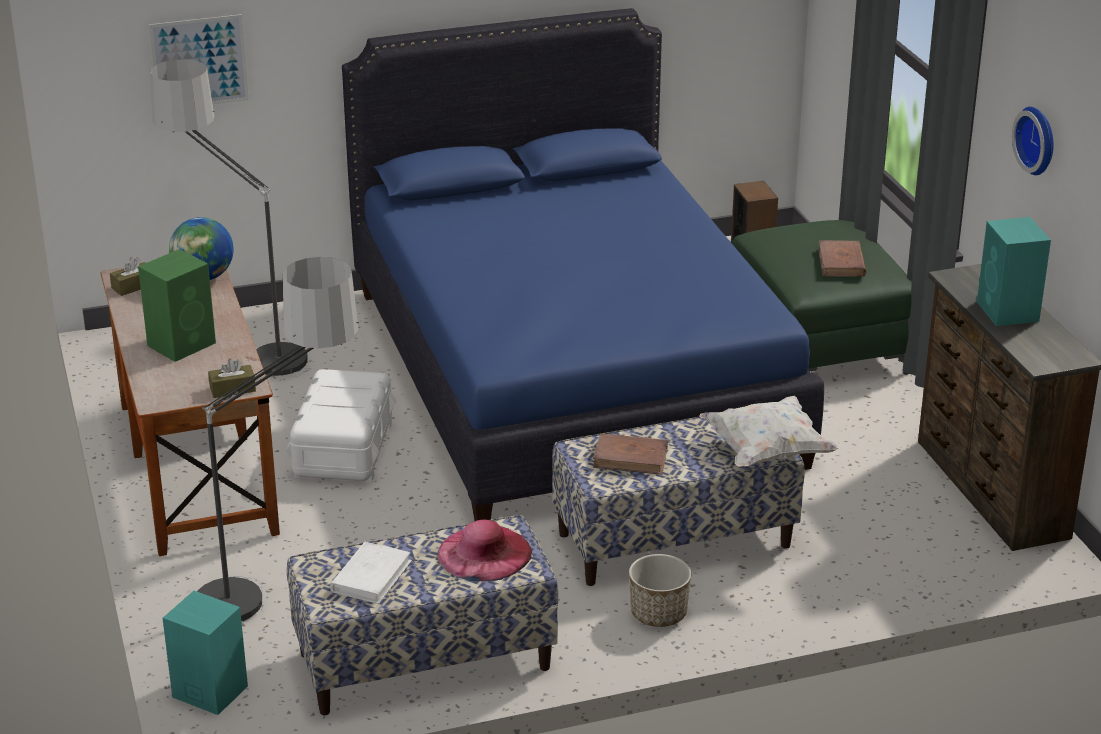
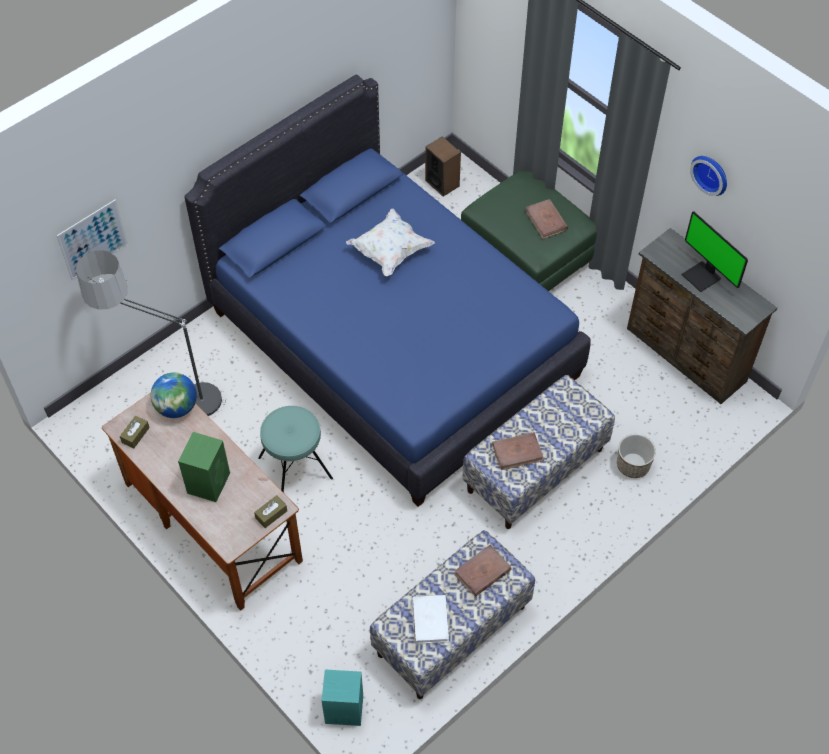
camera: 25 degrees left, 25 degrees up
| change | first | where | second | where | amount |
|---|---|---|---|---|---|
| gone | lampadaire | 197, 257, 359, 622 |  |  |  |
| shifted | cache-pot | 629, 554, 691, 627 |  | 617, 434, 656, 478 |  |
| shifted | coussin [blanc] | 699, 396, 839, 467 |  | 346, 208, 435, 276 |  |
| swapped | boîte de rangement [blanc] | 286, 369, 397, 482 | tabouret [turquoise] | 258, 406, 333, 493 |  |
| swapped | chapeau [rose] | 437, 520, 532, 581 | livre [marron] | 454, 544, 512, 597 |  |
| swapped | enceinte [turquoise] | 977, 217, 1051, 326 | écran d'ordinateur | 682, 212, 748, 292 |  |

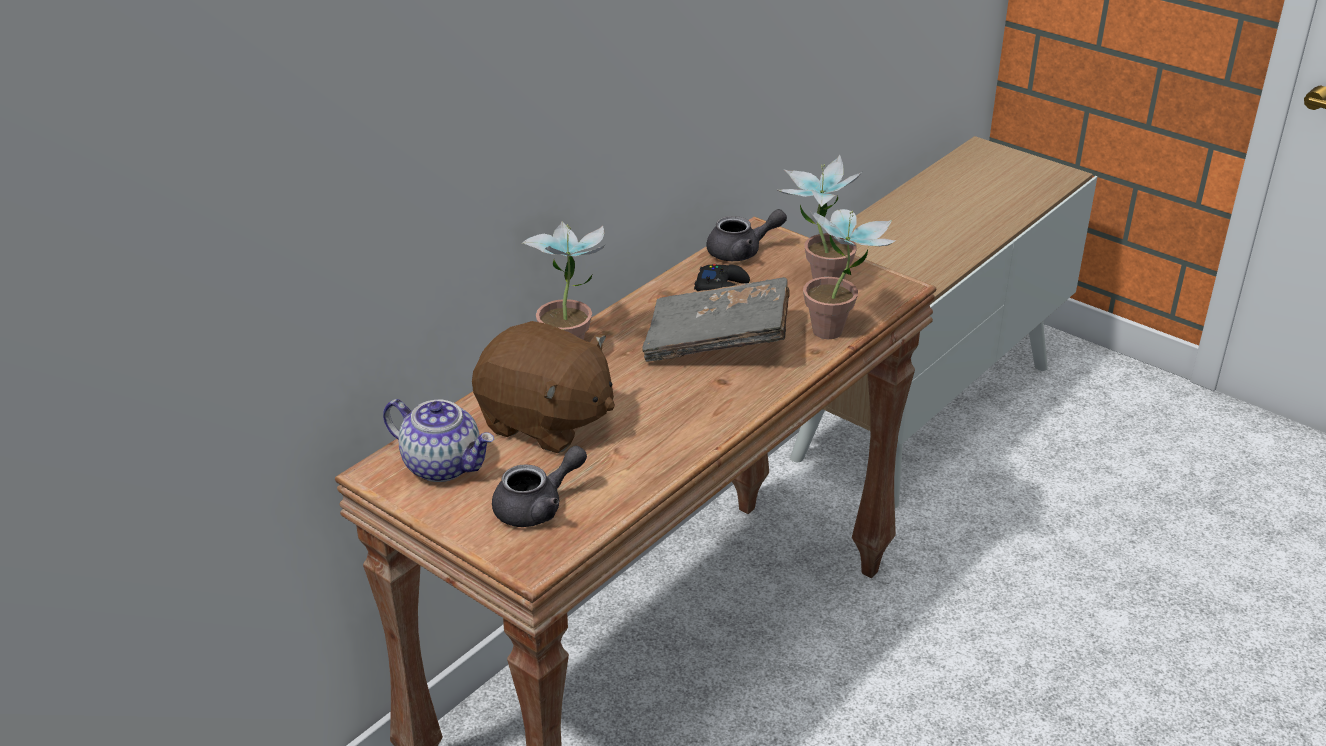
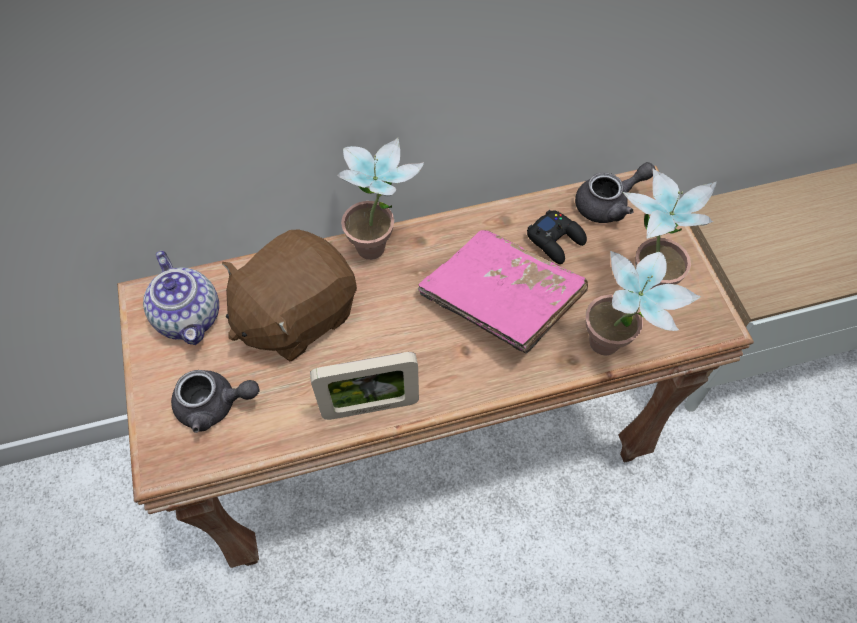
camera: 35 degrees right, 25 degrees up
| change | first | where | second | where | amount |
|---|---|---|---|---|---|
| new |  |  | cadre photo | 310, 352, 419, 420 |  |
| repainted | livre [gris] | 642, 277, 790, 362 | livre [rose] | 418, 230, 588, 354 |  |
| rotated | peluche [marron] | 472, 321, 615, 453 |  | 222, 229, 357, 361 | 75 degrees clockwise |
| rotated | théière [gris] | 706, 209, 787, 261 |  | 575, 162, 656, 223 | 45 degrees counterclockwise |

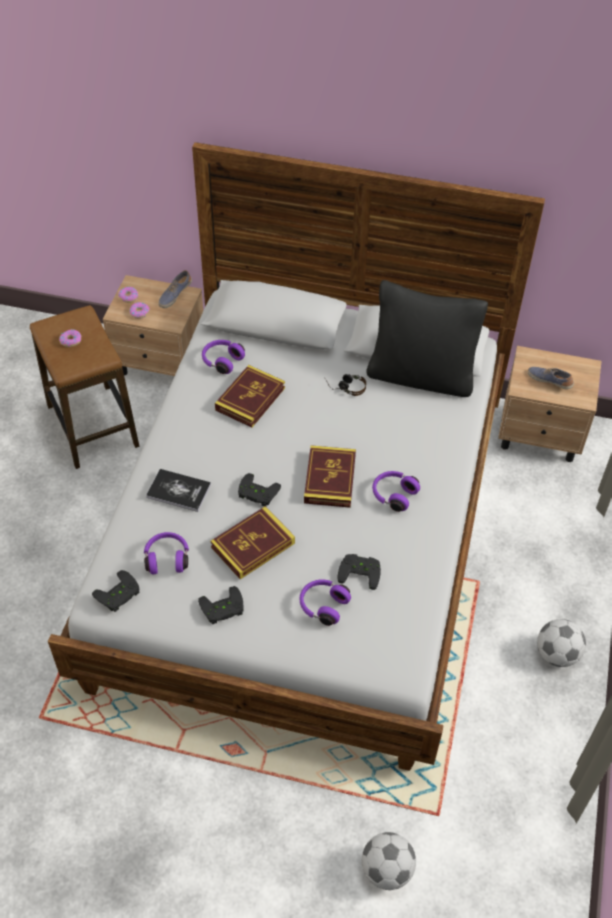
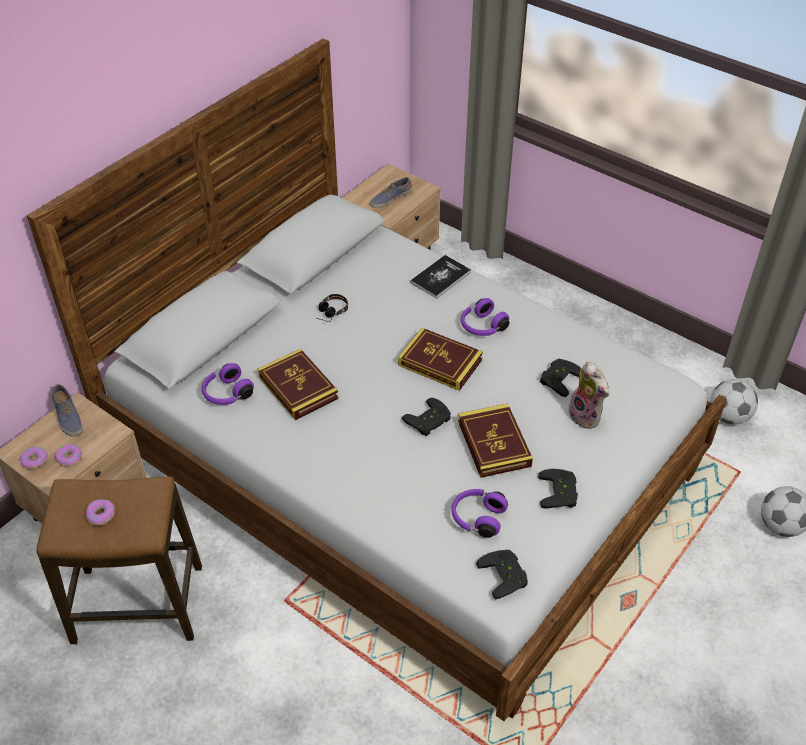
camera: 65 degrees left, 5 degrees down
| change | first | where | second | where | amount |
|---|---|---|---|---|---|
| gone | coussin [noir] | 366, 280, 488, 397 |  |  |  |
| shifted | livre | 146, 469, 211, 512 |  | 410, 255, 471, 299 |  |
| shifted | ballon de foot | 537, 619, 586, 667 |  | 710, 379, 758, 425 |  |
| swapped | casque audio [violet] | 299, 579, 351, 626 | peluche | 569, 362, 610, 429 |  |

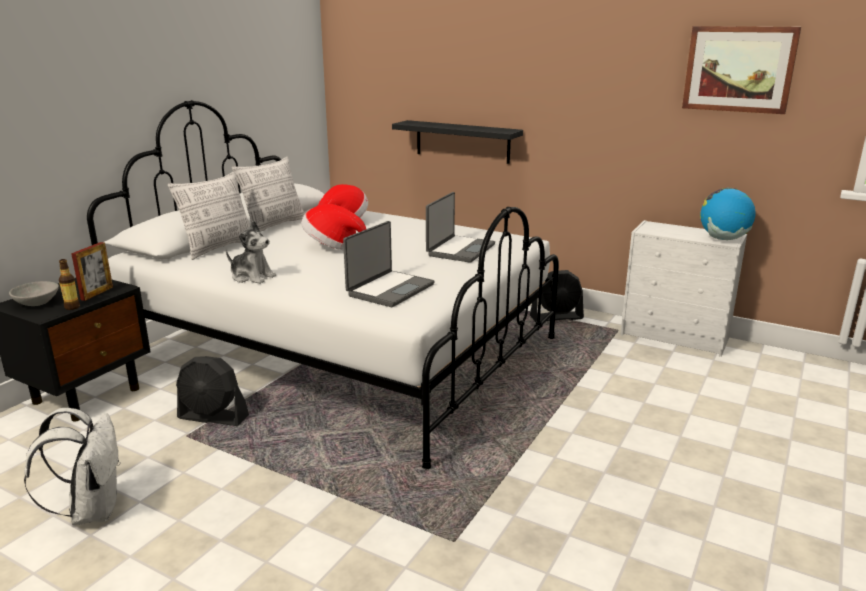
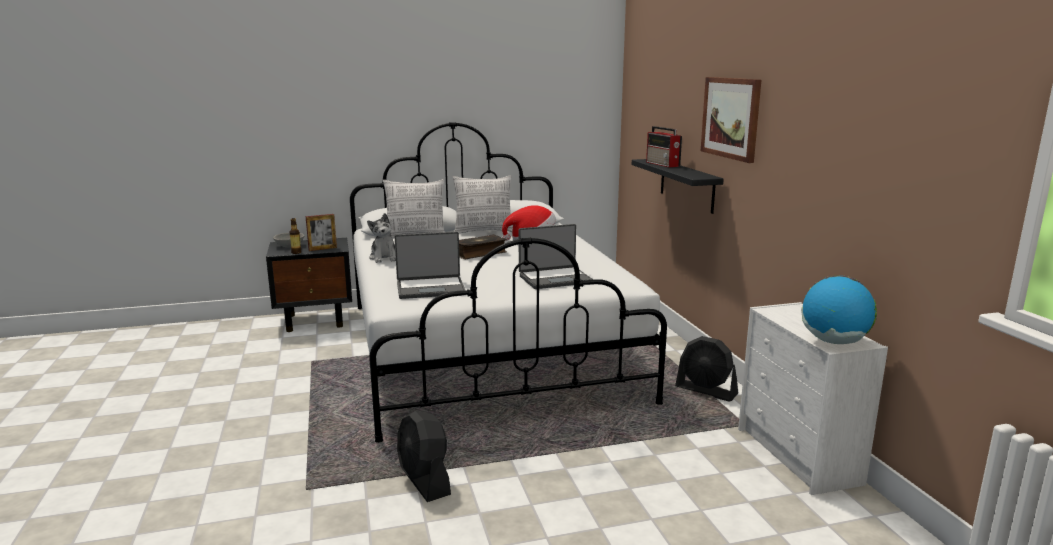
camera: 45 degrees right, 5 degrees down
| change | first | where | second | where | amount |
|---|---|---|---|---|---|
| gone | sac à dos [blanc] | 24, 408, 121, 525 |  |  |  |
| new |  |  | radio | 646, 126, 682, 167 |  |
| shifted | ventilateur [noir] | 176, 356, 249, 426 |  | 397, 411, 451, 502 |  |
| shifted | tableau | 682, 26, 801, 114 |  | 701, 77, 761, 163 |  |
| swapped | chapeau | 301, 204, 366, 250 | livre | 459, 234, 506, 259 |  |

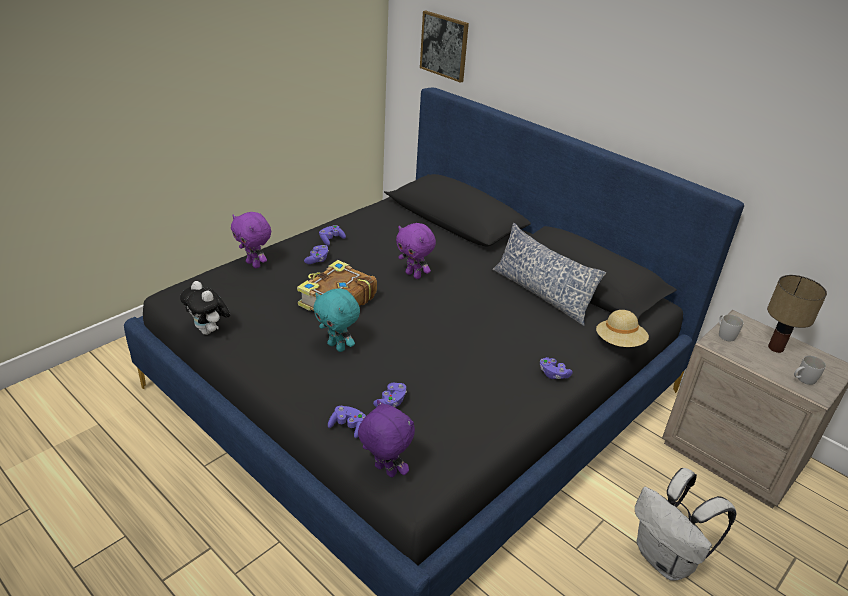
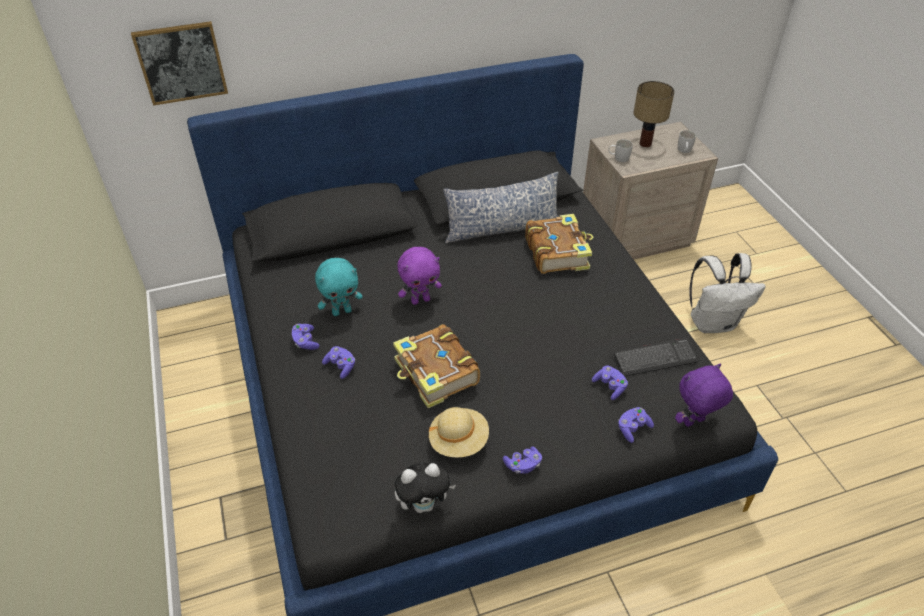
camera: 60 degrees left, 10 degrees up
| change | first | where | second | where | amount |
|---|---|---|---|---|---|
| gone | peluche [violet] | 231, 212, 271, 268 |  |  |  |
| new |  |  | livre | 525, 214, 593, 274 |  |
| new |  |  | clavier | 614, 338, 698, 377 |  |
| shifted | peluche [turquoise] | 313, 288, 360, 352 |  | 315, 258, 363, 316 |  |
| shifted | manette [violet] | 540, 357, 573, 379 |  | 503, 446, 542, 474 |  |
| shifted | chapeau [beige] | 596, 310, 649, 347 |  | 429, 407, 489, 457 |  |

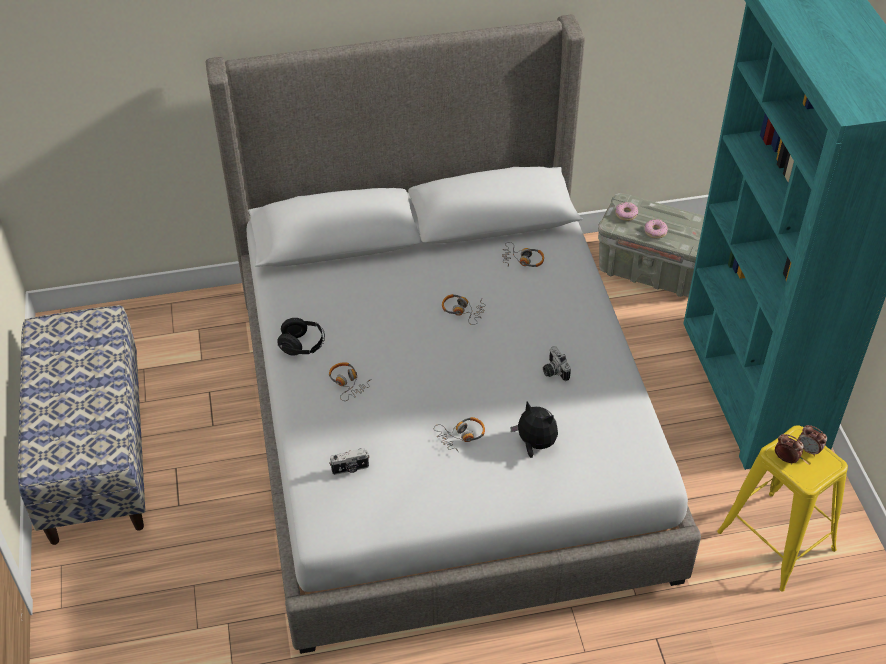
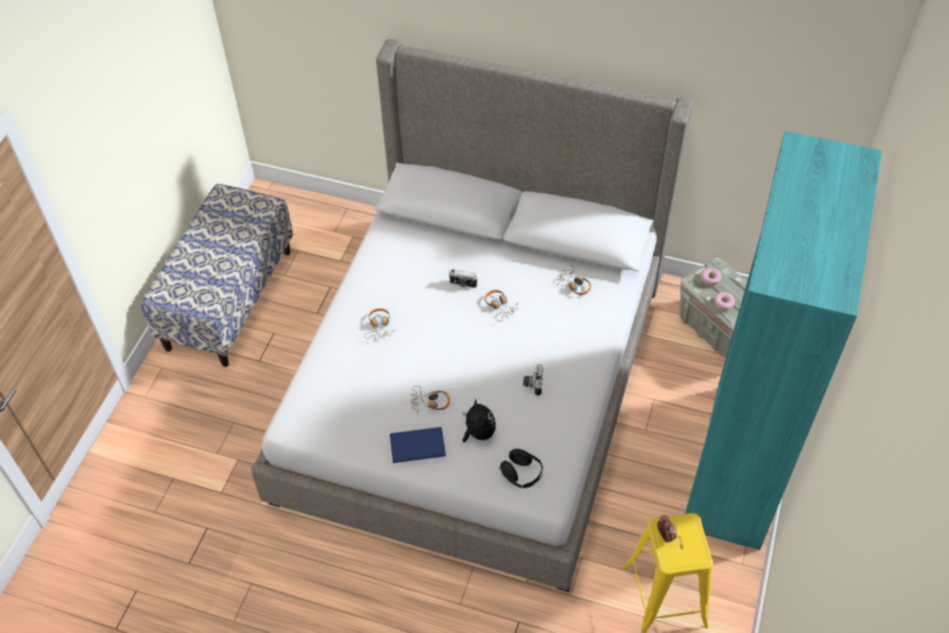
camera: 30 degrees right, 5 degrees up
| change | first | where | second | where | amount |
|---|---|---|---|---|---|
| gone | réveil | 798, 425, 827, 457 |  |  |  |
| new |  |  | livre [bleu] | 390, 427, 446, 463 |  |
| shifted | casque audio [noir] | 277, 318, 325, 356 |  | 499, 449, 543, 488 |  |
| shifted | appareil photo | 329, 448, 370, 475 |  | 449, 269, 478, 288 |  |

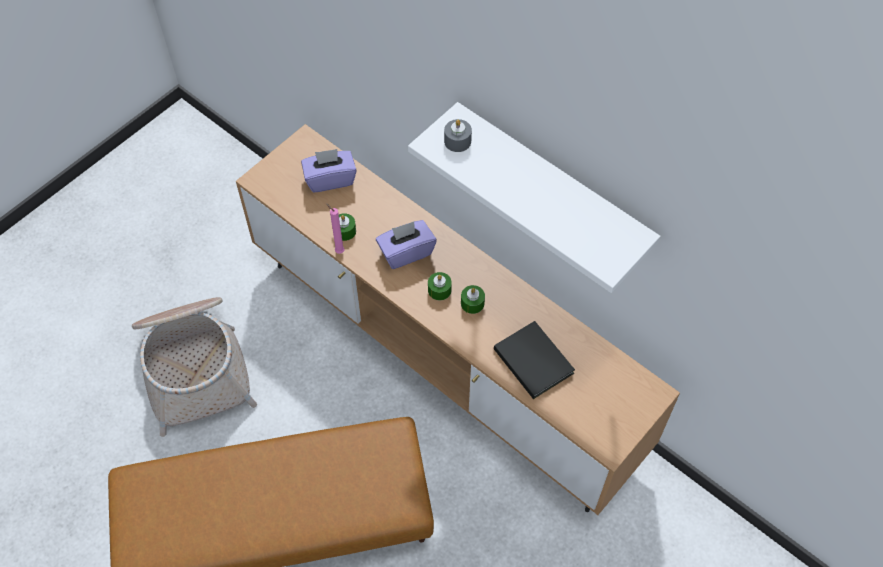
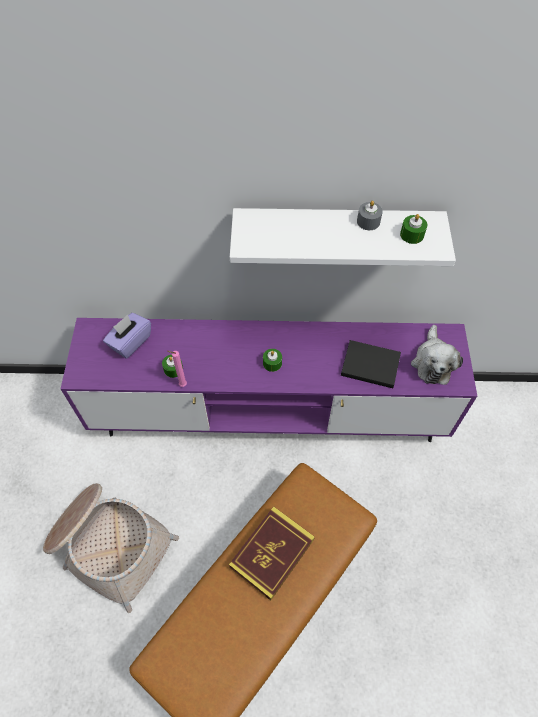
camera: 40 degrees left, 0 degrees up
| change | first | where | second | where | amount |
|---|---|---|---|---|---|
| gone | boîte à mouchoirs [violet] | 376, 220, 437, 269 |  |  |  |
| new |  |  | livre | 229, 506, 315, 601 |  |
| new |  |  | peluche | 411, 325, 463, 385 |  |
| shifted | bougie [gris] | 444, 119, 472, 152 |  | 357, 201, 383, 230 |  |
| shifted | bougie [vert] | 461, 285, 485, 314 |  | 400, 214, 427, 244 |  |
| repainted | meuble télé [marron] | 236, 124, 680, 515 | meuble télé [violet] | 61, 318, 477, 442 |  |

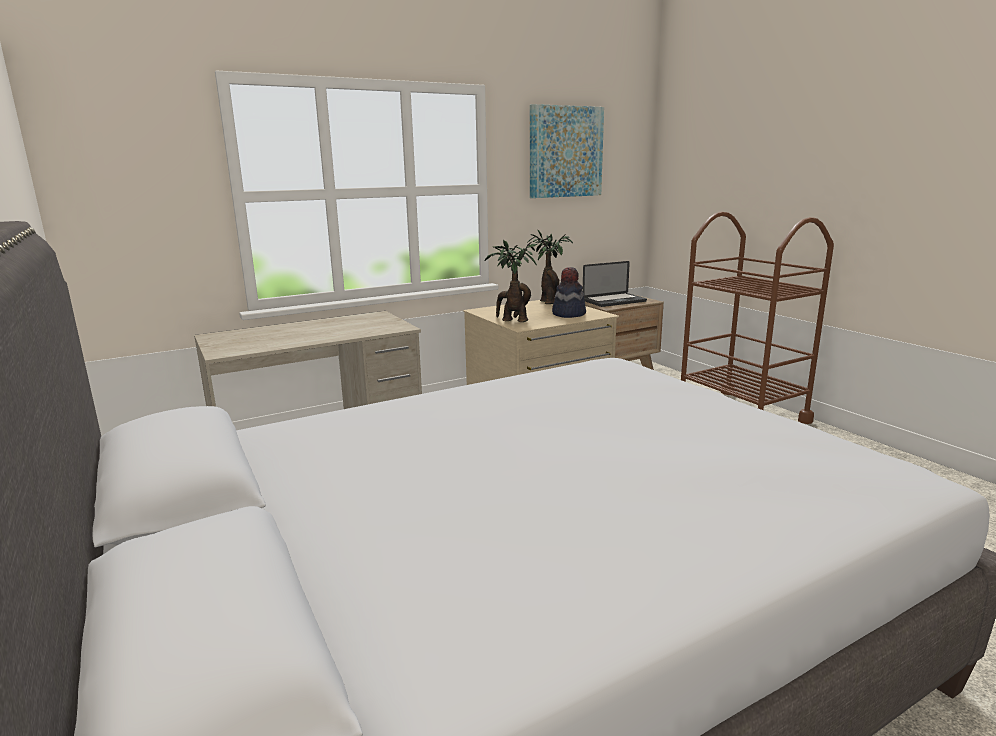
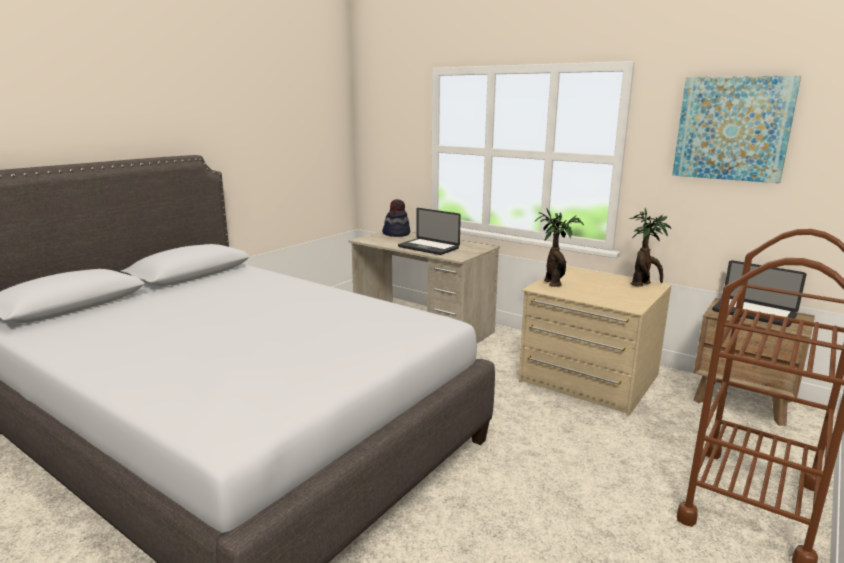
camera: 65 degrees right, 0 degrees up
| change | first | where | second | where | amount |
|---|---|---|---|---|---|
| new |  |  | ordinateur portable | 398, 208, 461, 255 |  |
| shifted | chapeau | 552, 267, 586, 318 |  | 382, 199, 410, 237 |  |

